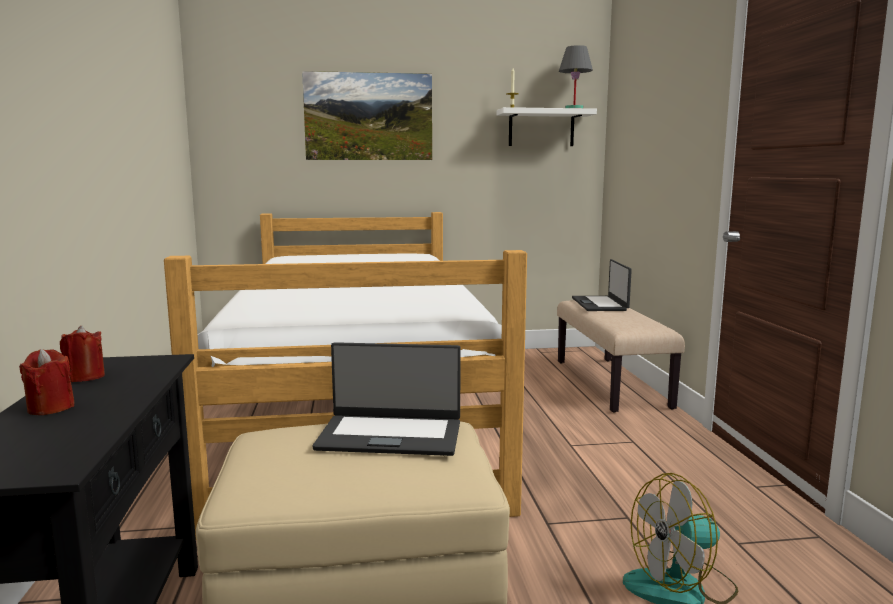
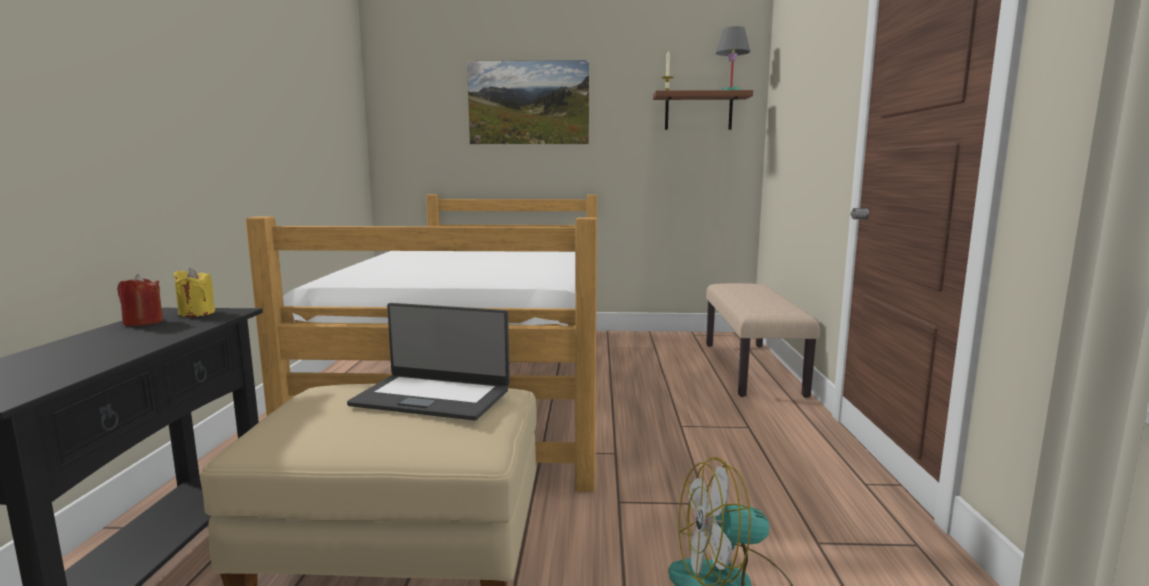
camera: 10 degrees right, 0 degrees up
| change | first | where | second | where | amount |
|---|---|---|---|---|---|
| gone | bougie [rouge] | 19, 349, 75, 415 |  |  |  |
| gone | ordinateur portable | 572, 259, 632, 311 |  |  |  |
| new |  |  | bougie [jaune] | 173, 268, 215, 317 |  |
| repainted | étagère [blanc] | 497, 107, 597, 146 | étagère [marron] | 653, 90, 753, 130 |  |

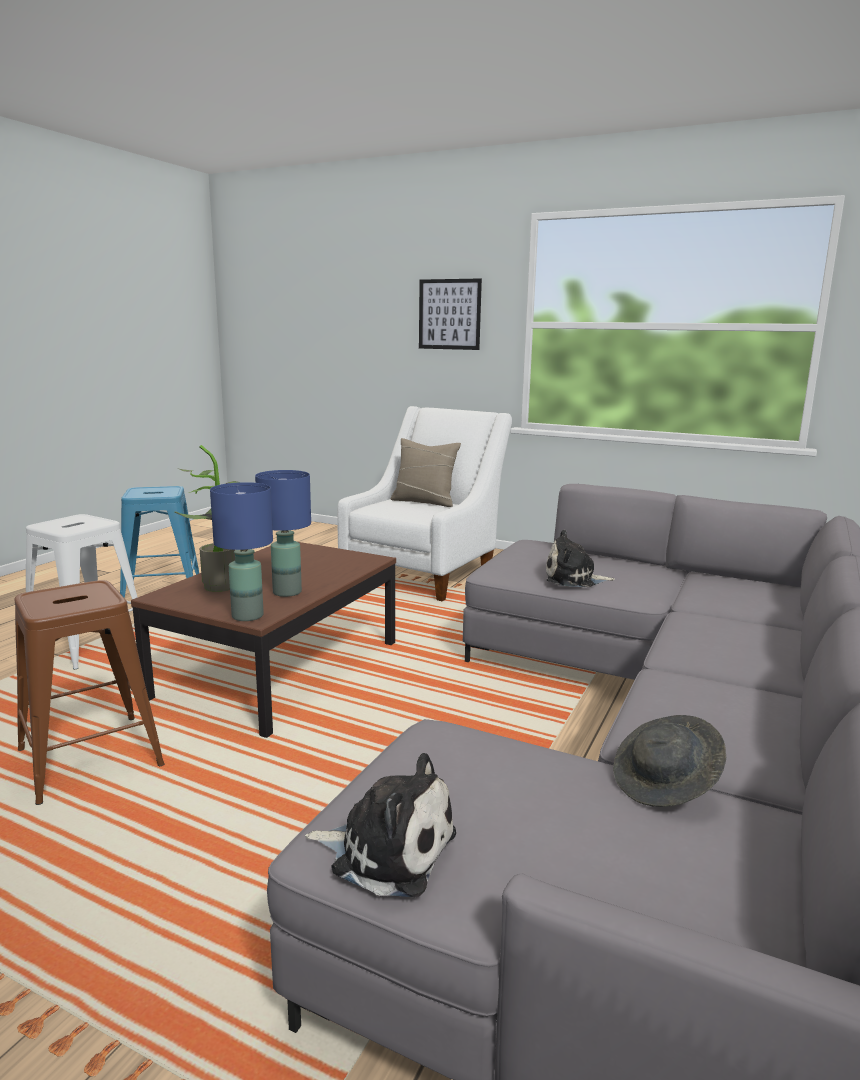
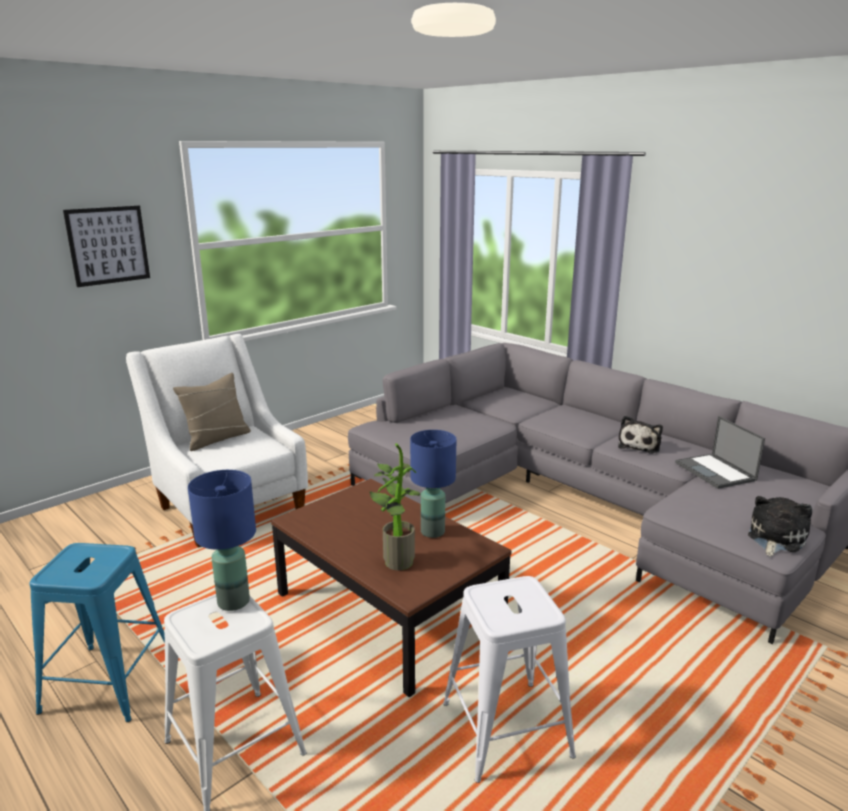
camera: 70 degrees left, 5 degrees up
| change | first | where | second | where | amount |
|---|---|---|---|---|---|
| shifted | lampe de table [bleu] | 210, 482, 273, 621 |  | 188, 470, 256, 611 |  |
| shifted | peluche | 546, 530, 615, 587 |  | 618, 416, 663, 453 |  |
| swapped | chapeau [gris] | 613, 715, 726, 807 | ordinateur portable | 675, 416, 765, 489 |  |
| repainted | tabouret [marron] | 14, 580, 164, 805 | tabouret [blanc] | 443, 576, 576, 783 |  |

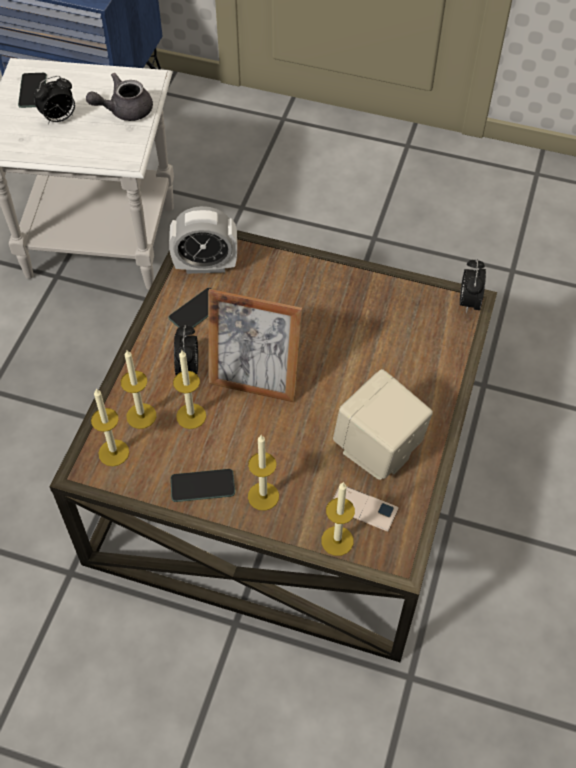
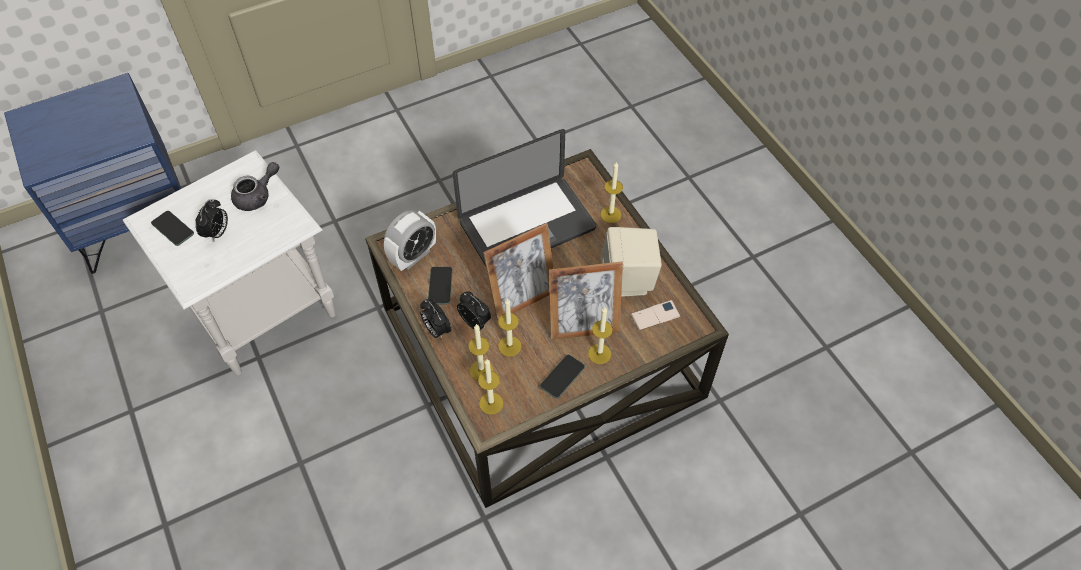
camera: 45 degrees left, 0 degrees up
| change | first | where | second | where | amount |
|---|---|---|---|---|---|
| new |  |  | ordinateur portable | 453, 129, 596, 266 |  |
| new |  |  | cadre photo | 549, 262, 623, 340 |  |
| shifted | bougie | 321, 483, 355, 556 |  | 601, 162, 623, 223 |  |
| shifted | réveil | 460, 259, 486, 314 |  | 420, 299, 452, 340 |  |
| rotated | théière [gris] | 86, 73, 153, 121 |  | 231, 162, 279, 211 | 150 degrees counterclockwise |

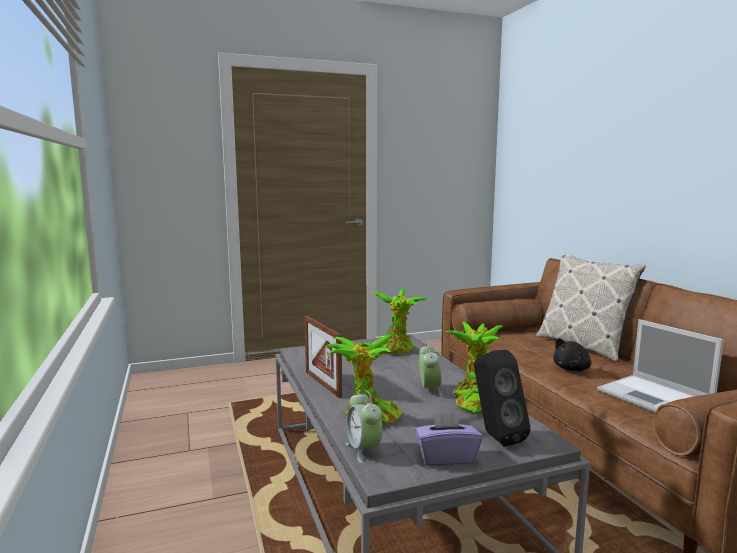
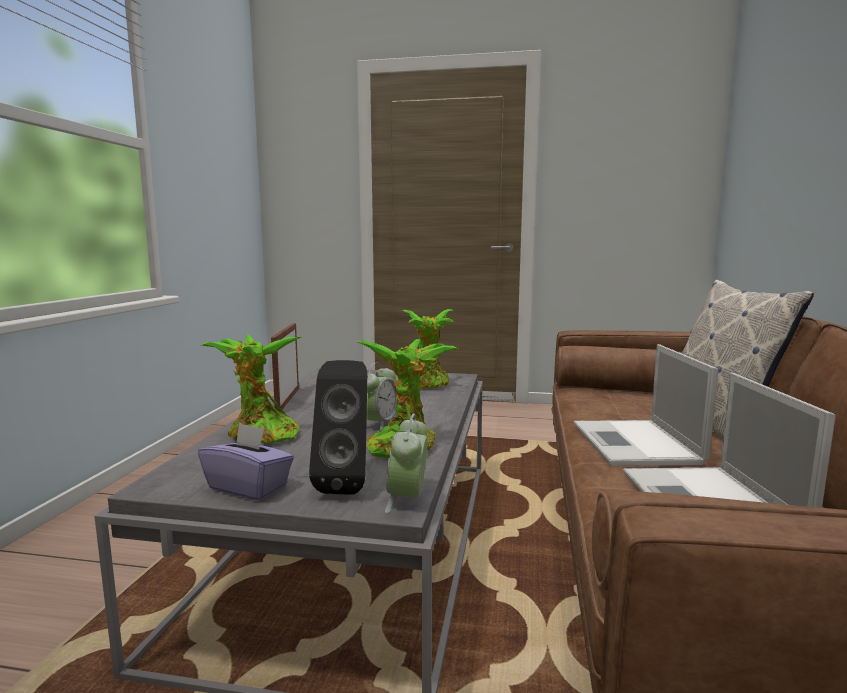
camera: 30 degrees right, 0 degrees up
| change | first | where | second | where | amount |
|---|---|---|---|---|---|
| shifted | réveil | 346, 390, 382, 463 |  | 385, 414, 427, 513 |  |
| swapped | peluche [noir] | 553, 338, 591, 371 | ordinateur portable | 574, 344, 719, 466 |  |

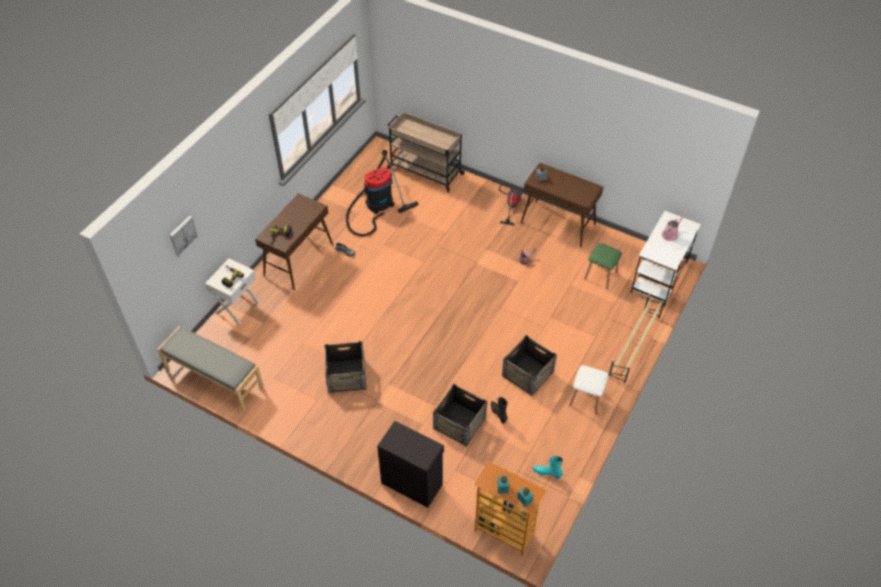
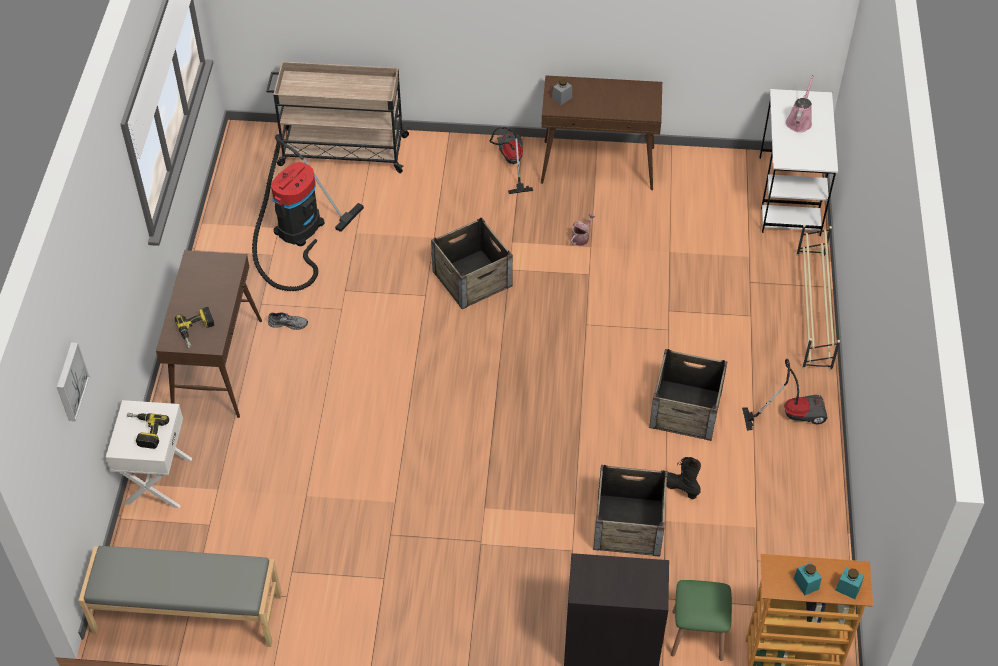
camera: 25 degrees left, 0 degrees up
| change | first | where | second | where | amount |
|---|---|---|---|---|---|
| gone | botte [turquoise] | 532, 456, 563, 479 |  |  |  |
| shifted | caisse | 324, 341, 366, 393 |  | 431, 218, 513, 309 |  |
| shifted | tabouret [vert] | 584, 243, 622, 289 |  | 671, 580, 732, 661 |  |
| swapped | tabouret [blanc] | 569, 365, 608, 414 | aspirateur | 742, 359, 828, 431 |  |

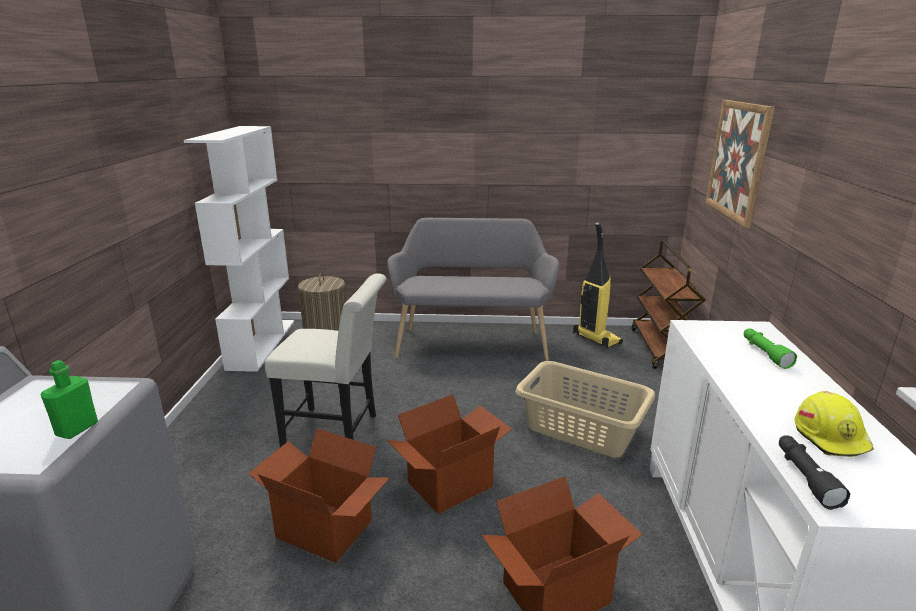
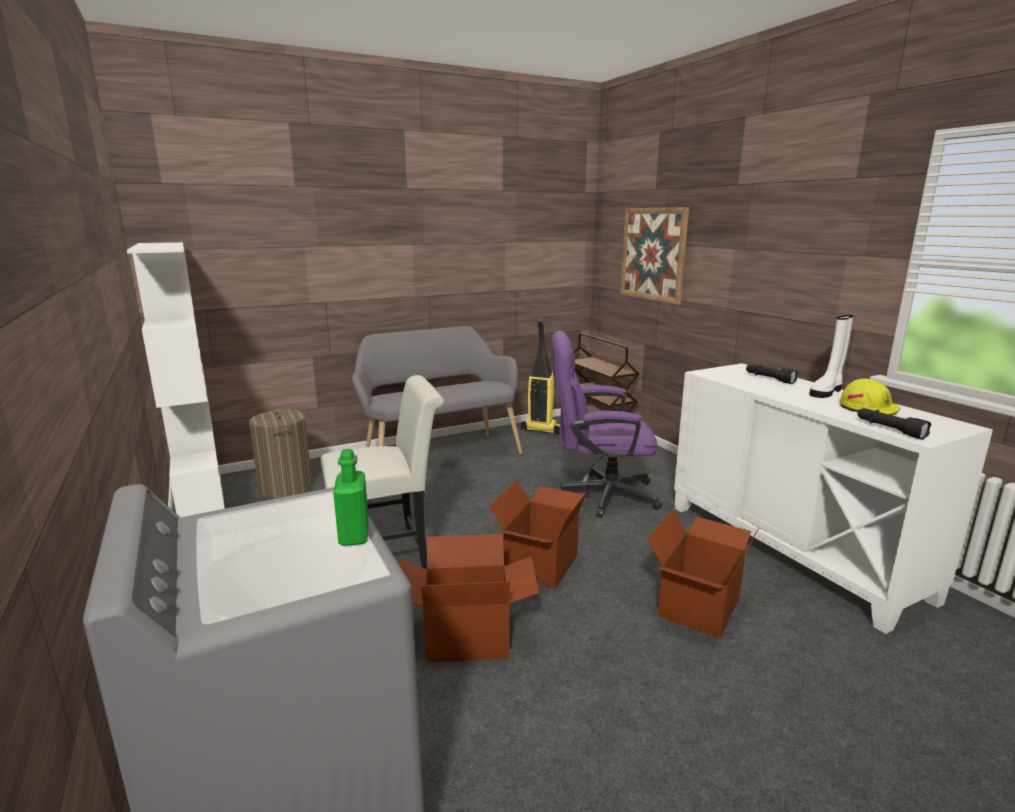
camera: 30 degrees left, 5 degrees down
| change | first | where | second | where | amount |
|---|---|---|---|---|---|
| new |  |  | botte [blanc] | 809, 315, 853, 398 |  |
| swapped | panier à linge [beige] | 515, 361, 655, 457 | chaise de bureau [violet] | 552, 331, 662, 517 |  |
| repainted | lampe de poche [vert] | 744, 329, 797, 369 | lampe de poche [noir] | 746, 364, 798, 384 |  |

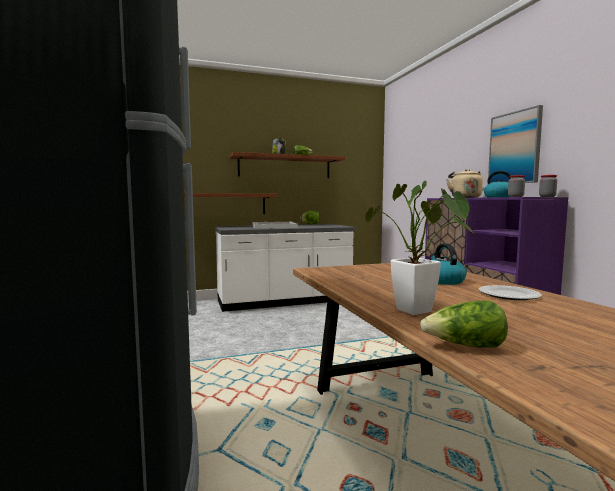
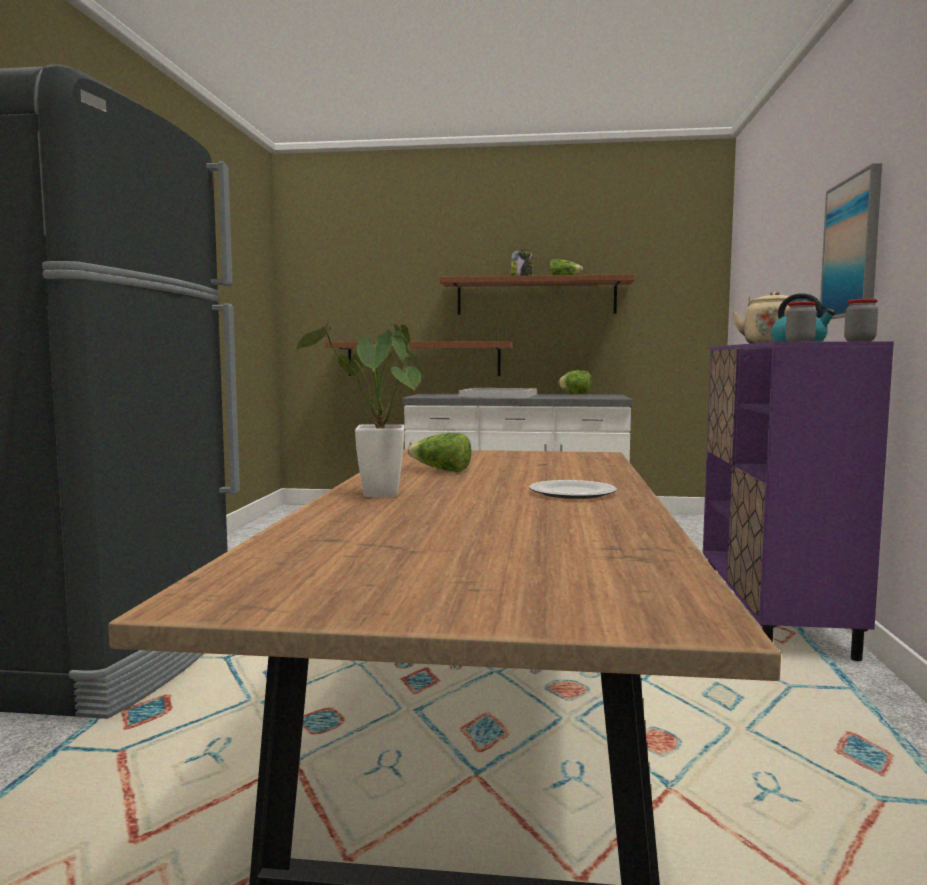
camera: 25 degrees right, 0 degrees up
| change | first | where | second | where | amount |
|---|---|---|---|---|---|
| gone | bouilloire | 430, 243, 467, 285 |  |  |  |
| shifted | laitue | 420, 301, 508, 348 |  | 407, 433, 471, 472 |  |

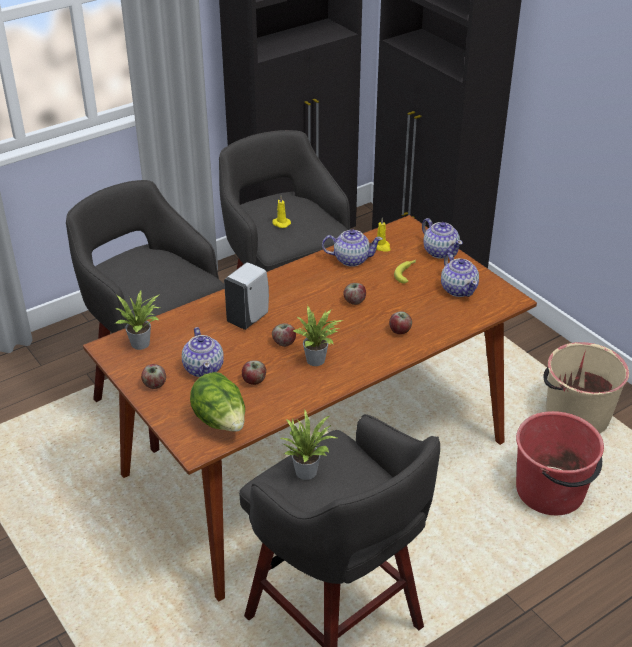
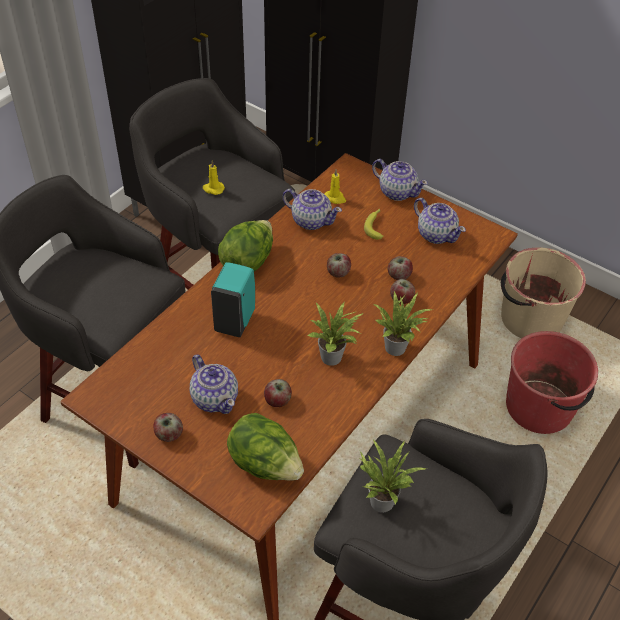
camera: 20 degrees left, 10 degrees up
| change | first | where | second | where | amount |
|---|---|---|---|---|---|
| new |  |  | laitue | 218, 220, 273, 272 |  |
| shifted | plante en pot | 115, 291, 160, 350 |  | 374, 292, 433, 356 |  |
| shifted | pomme | 272, 323, 296, 347 |  | 387, 256, 413, 280 |  |
| repainted | distributeur de savon [blanc] | 224, 262, 269, 330 | distributeur de savon [turquoise] | 211, 262, 255, 337 |  |
| rotated | théière | 322, 229, 383, 267 |  | 283, 189, 342, 230 | 45 degrees clockwise |

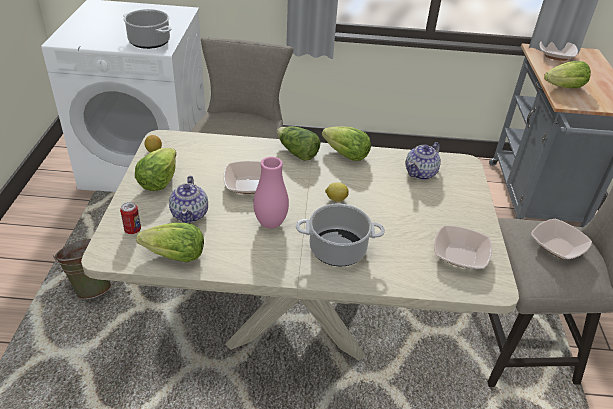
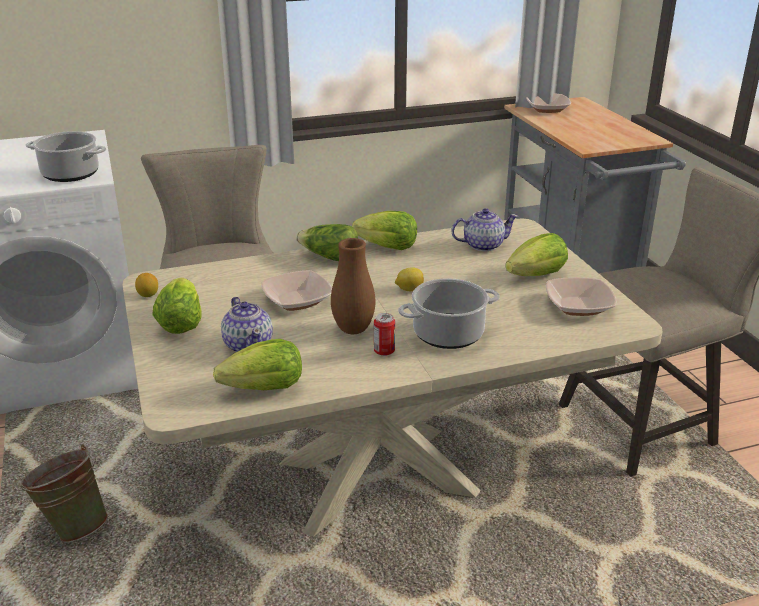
camera: 20 degrees left, 10 degrees down
| change | first | where | second | where | amount |
|---|---|---|---|---|---|
| gone | bol | 531, 219, 592, 259 |  |  |  |
| shifted | boîte métallique | 120, 202, 141, 234 |  | 374, 313, 395, 356 |  |
| shifted | laitue | 544, 61, 591, 88 |  | 505, 233, 568, 276 |  |
| repainted | vase [rose] | 253, 157, 289, 229 | vase [marron] | 331, 238, 375, 334 |  |
| rotated | théière | 406, 142, 441, 180 |  | 451, 208, 518, 251 | 120 degrees counterclockwise |

